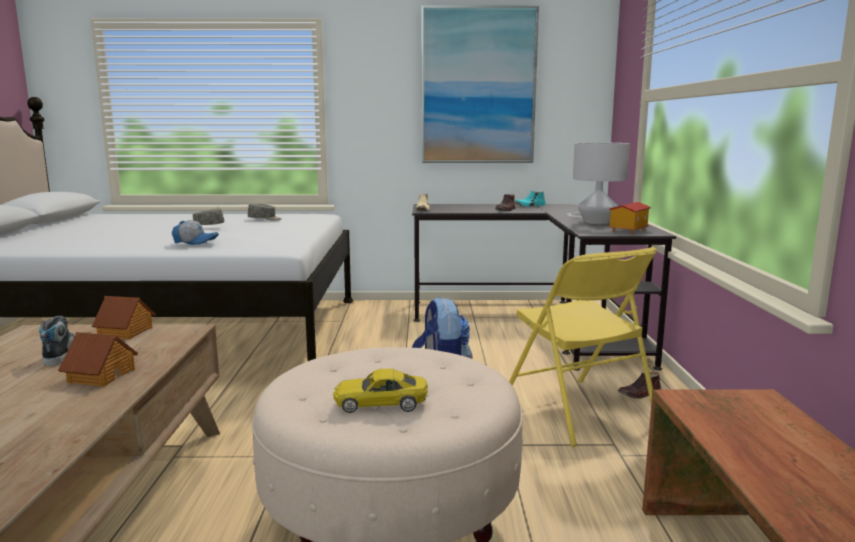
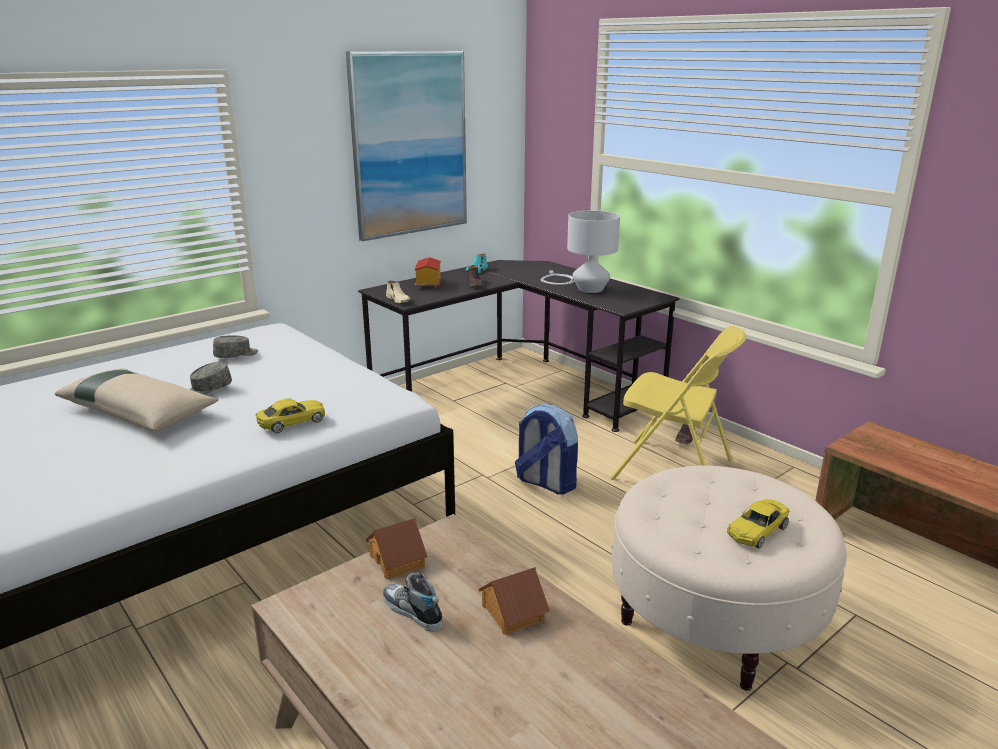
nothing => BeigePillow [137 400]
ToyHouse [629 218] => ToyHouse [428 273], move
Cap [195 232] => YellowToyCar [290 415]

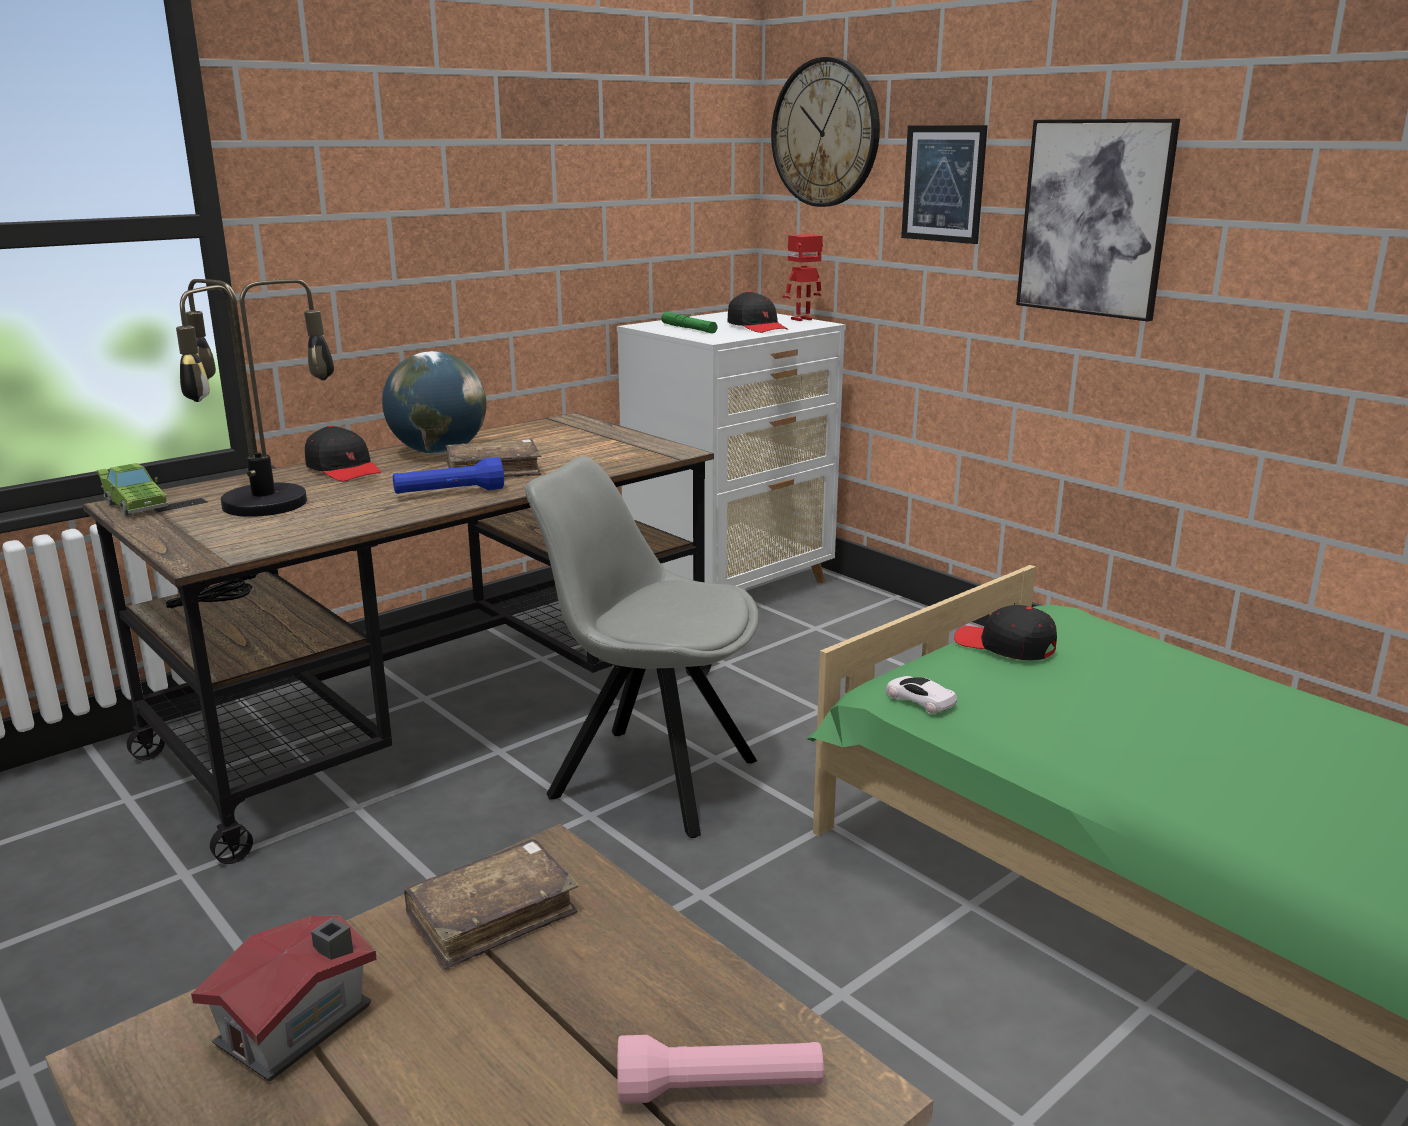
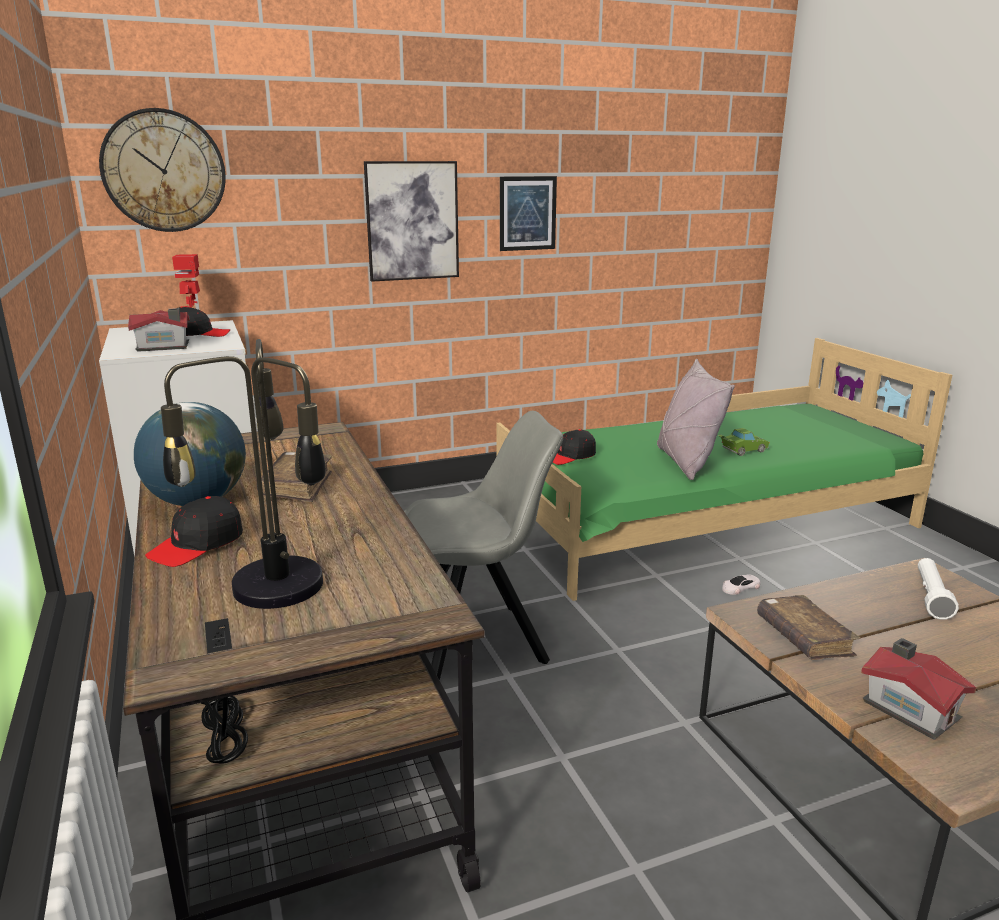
BlueFlashlight [448 475] => nothing
nothing => PurplePillow [696 419]
GreenToyCar [132 489] => GreenToyCar [744 442], move
WhiteToyCar [921 695] => WhiteToyCar [741 584], move
Picture [944 184] => Picture [528 213], move
GreenFlashlight [689 323] => ToyHouse [159 330]
PinkFlashlight [720 1069] => WhiteFlashlight [938 589]
BlackCap [343 453] => BlackCap [194 531], 150 degrees clockwise
GreyChair [642 647] => GreyChair [483 545], 150 degrees counterclockwise

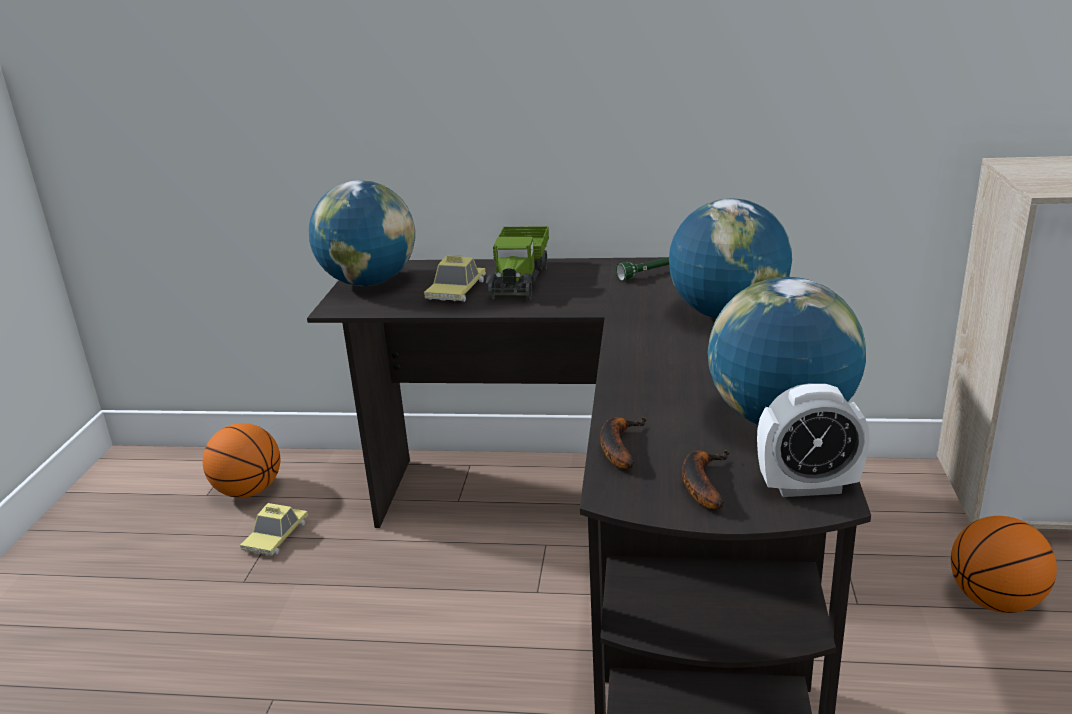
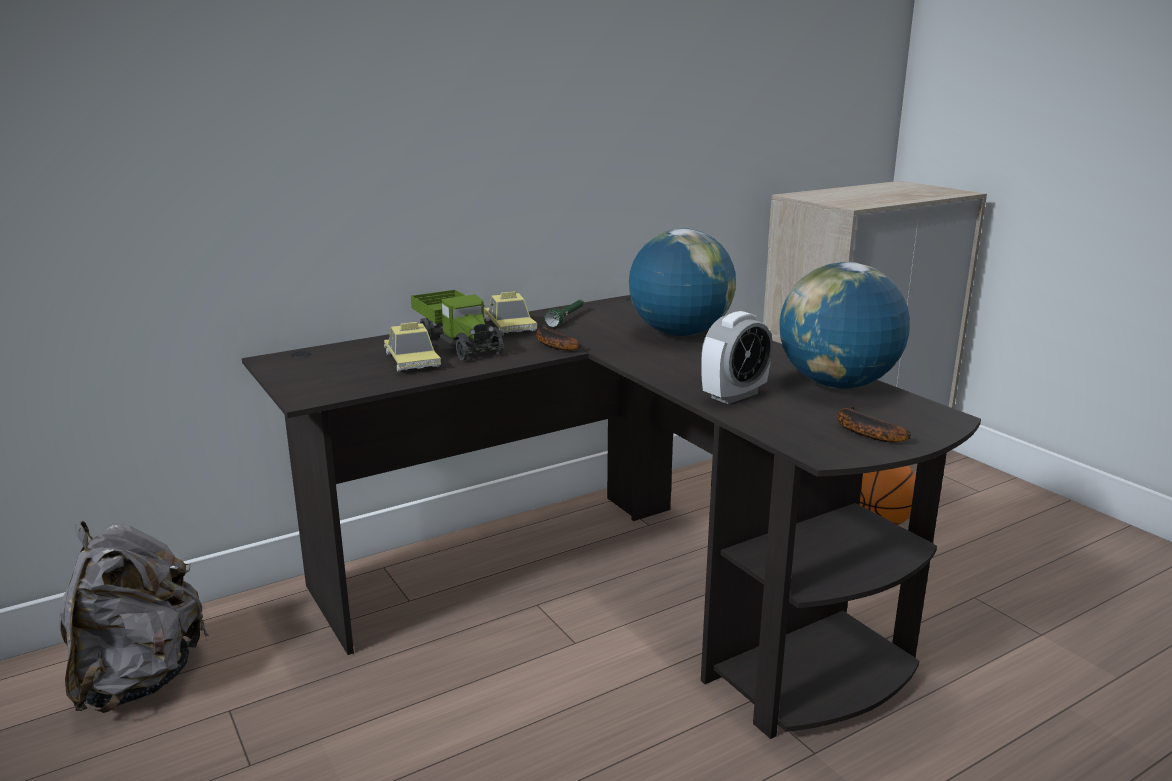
Globe [362 233] => nothing
ToyCar [274 529] => ToyCar [510 312], move
Banana [623 443] => Banana [558 339], move
AlarmClock [813 440] => AlarmClock [737 357], move
Basketball [241 460] => GreyBackpack [134 617]

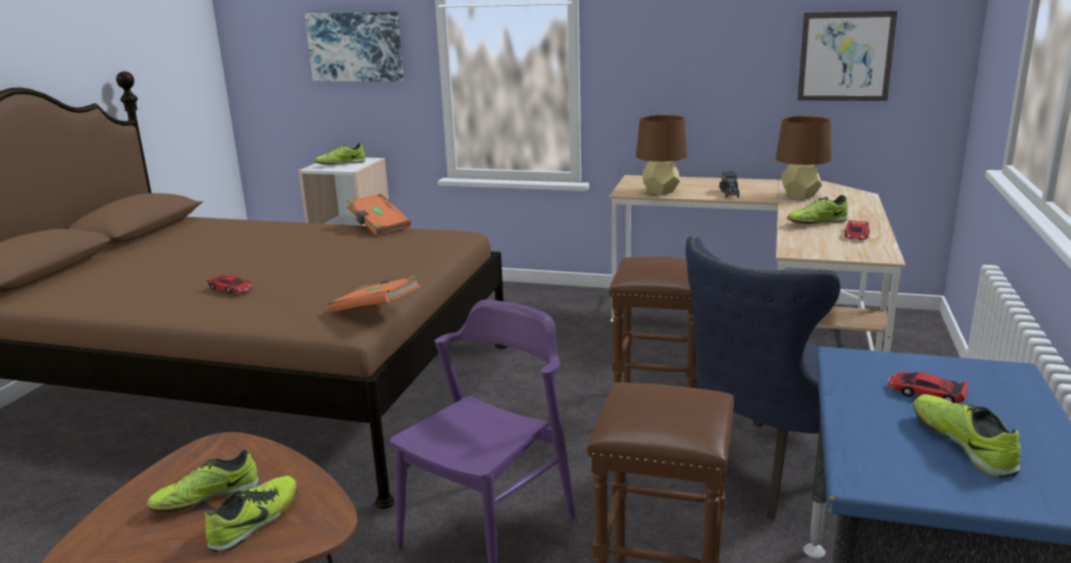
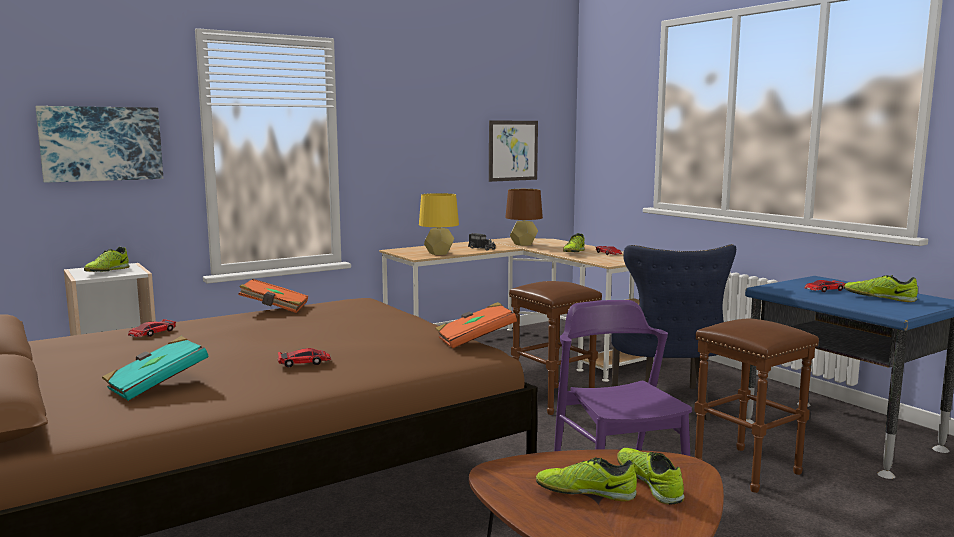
nothing => TurquoiseBook [155 368]
nothing => ToyCar [152 328]
BrownTableLamp [661 155] => YellowTableLamp [439 224]
Shoe [203 481] => Shoe [586 479], 90 degrees clockwise

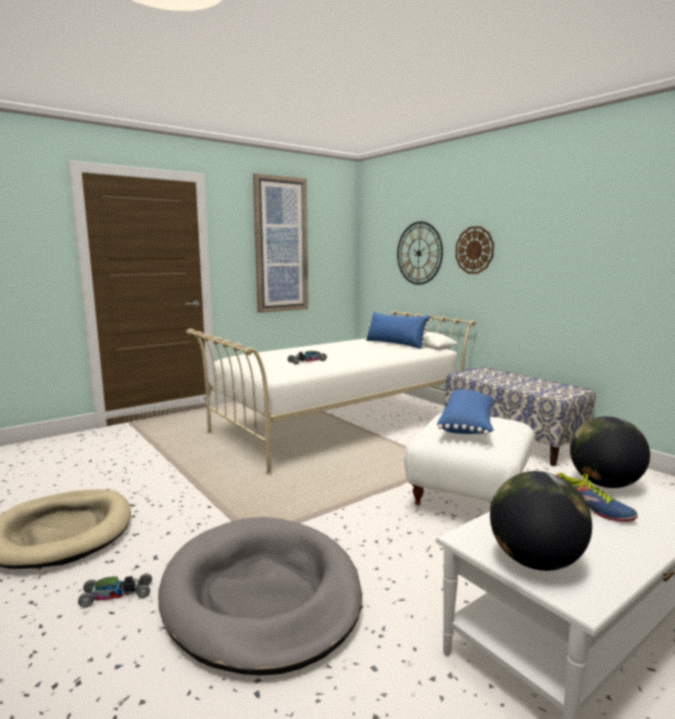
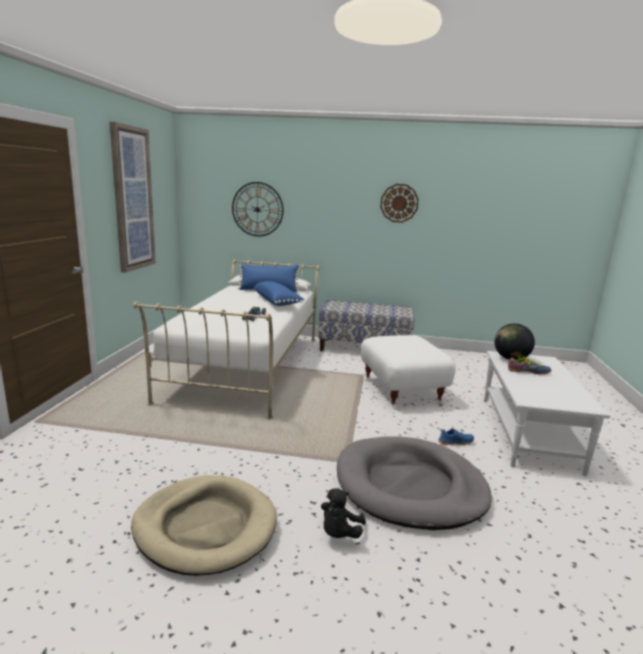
Globe [541 521] => nothing
nothing => BlueShoe [456 437]
BluePillow [466 412] => BluePillow [279 293], move
WallClock [474 250] => WallClock [399 203], move
ToyCar [115 590] => BlackPlushToy [343 513]

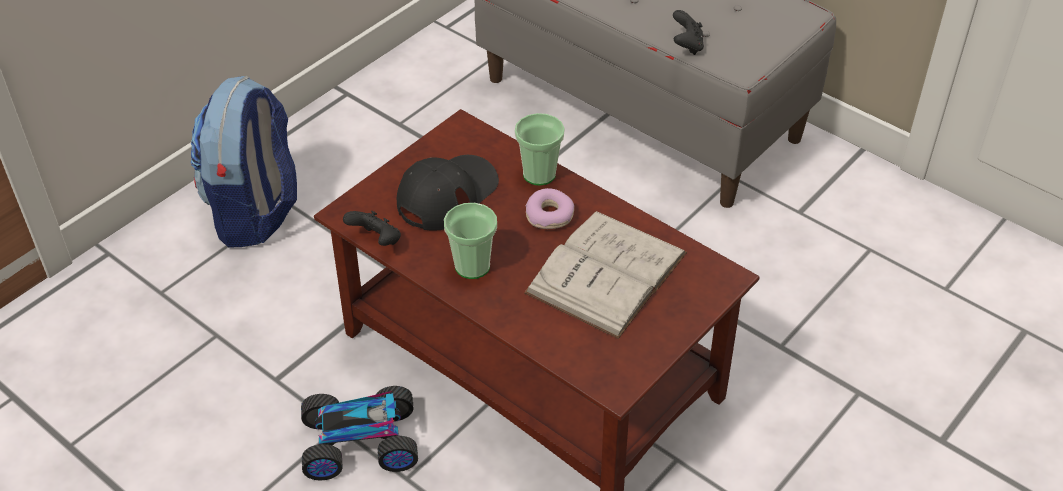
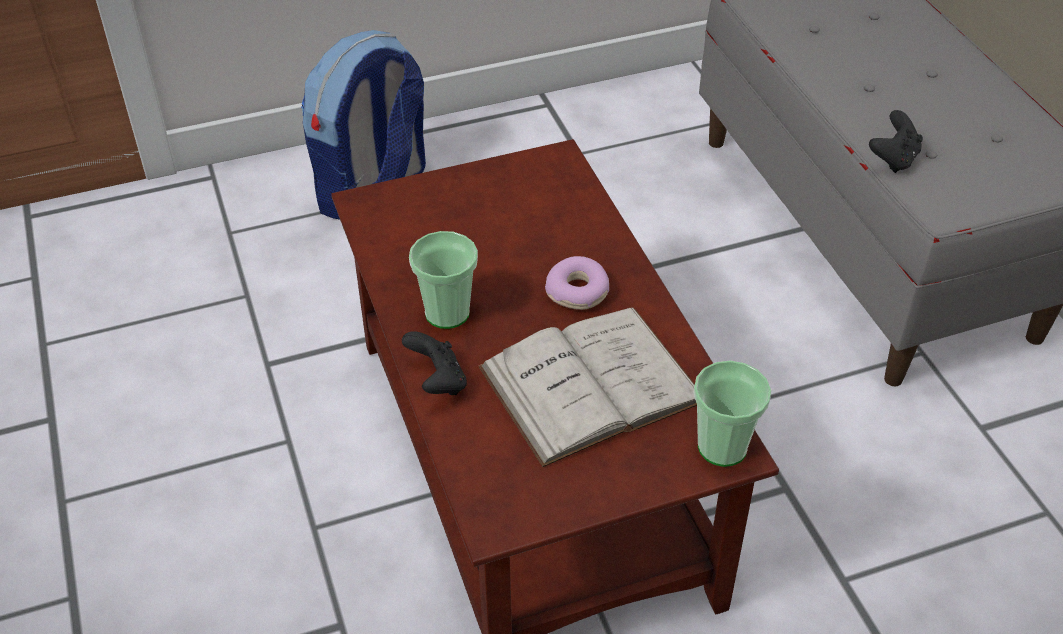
ToyCar [359 433] => nothing
BlackCap [448 192] => nothing
BlackGameController [372 228] => BlackGameController [434 363], move
Cup [540 149] => Cup [732 413], move

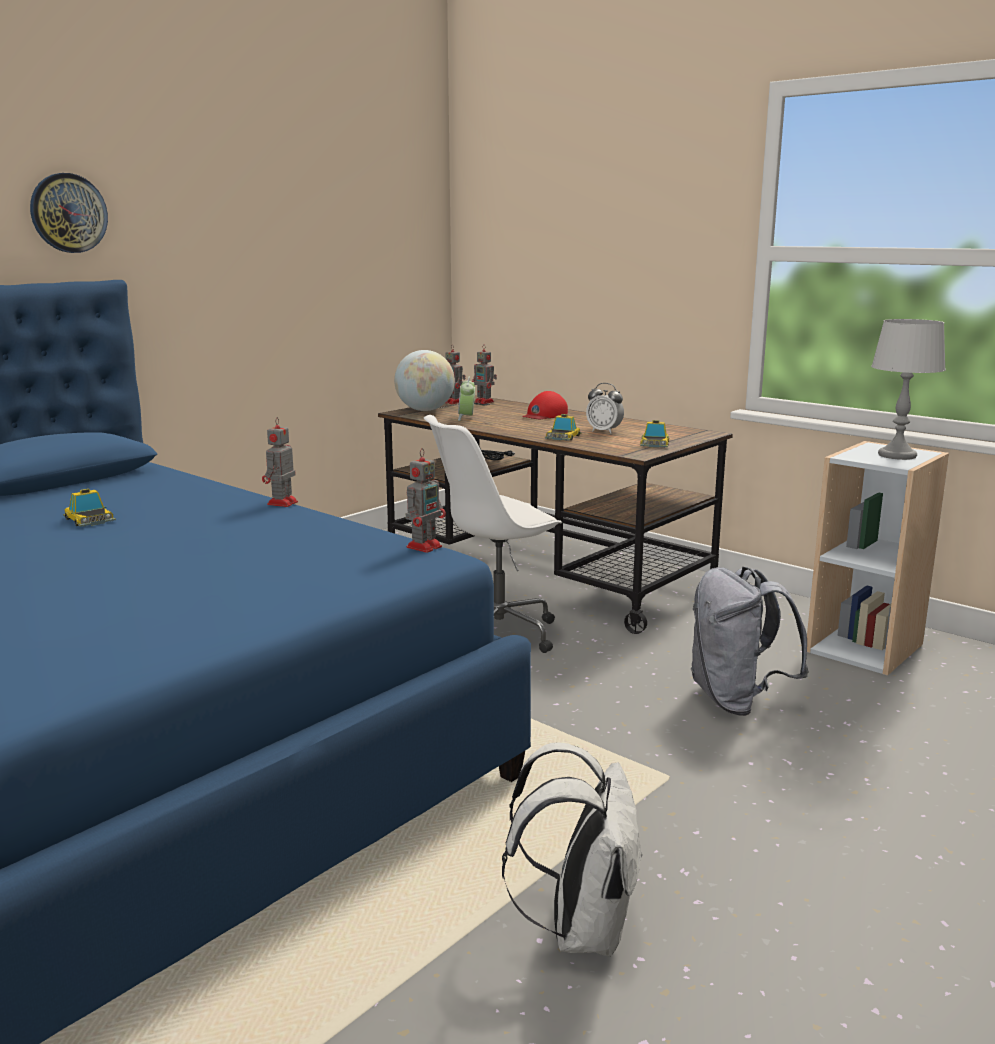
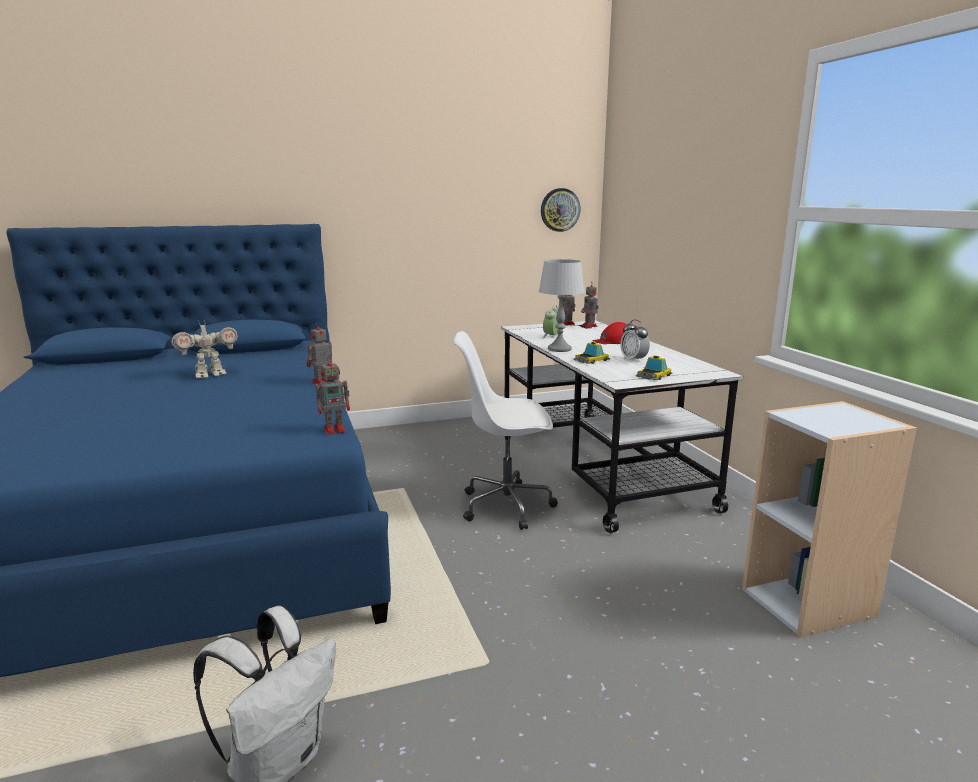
Globe [424 380] => nothing
GreyBackpack [749 641] => nothing
WallClock [69 213] => WallClock [561 210], move
GreyTableLamp [908 389] => GreyTableLamp [561 305], move
ToyCar [89 508] => ToyRobot [204 348]
BrownDesk [555 514] => WhiteDesk [622 426]

